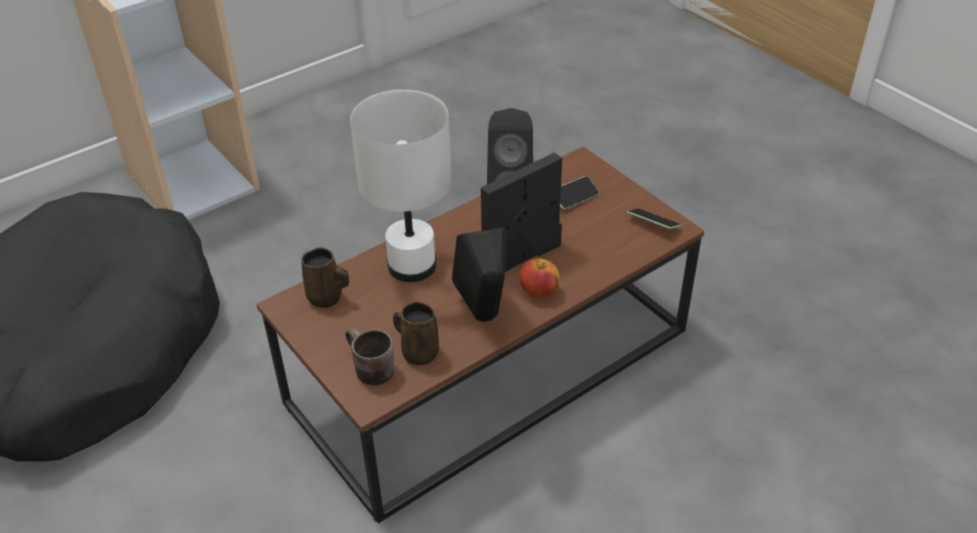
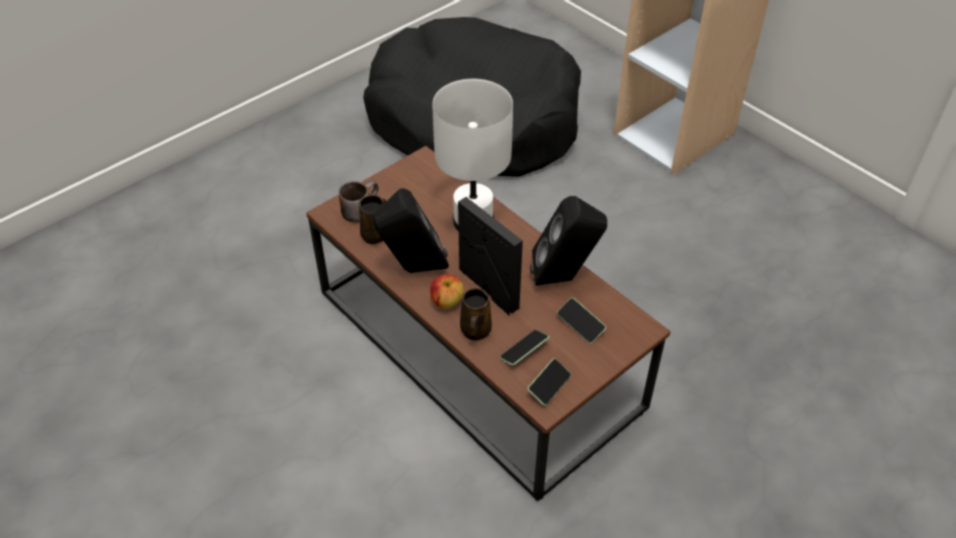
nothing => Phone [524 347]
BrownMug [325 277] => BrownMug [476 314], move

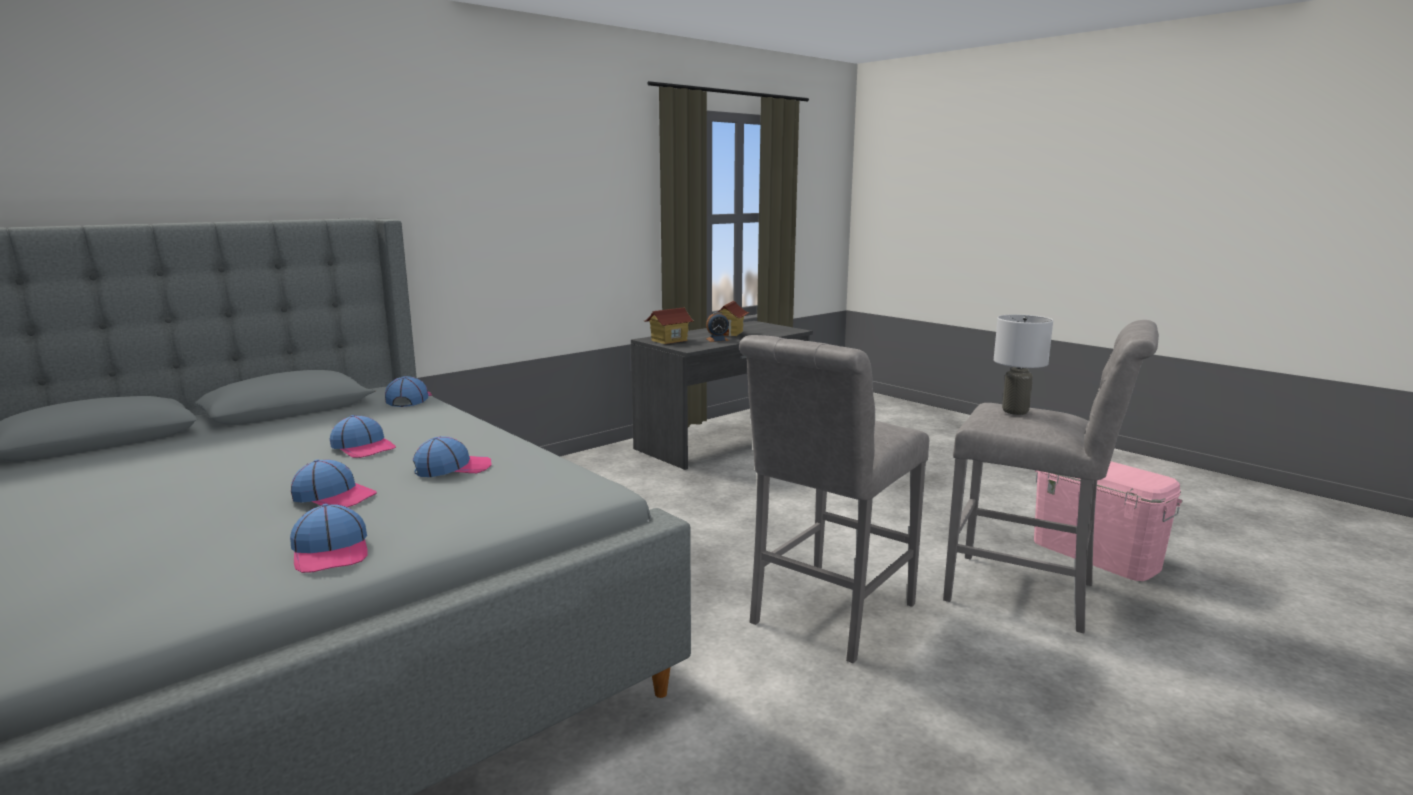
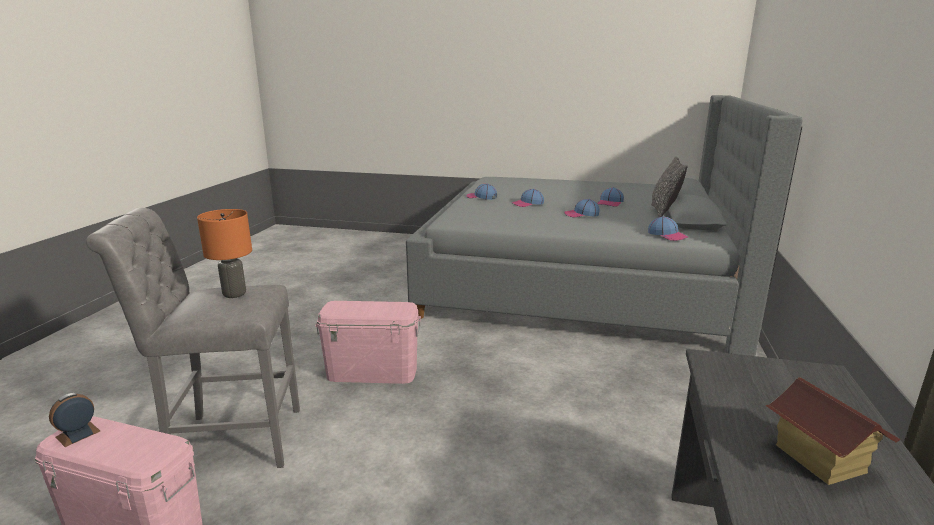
ToyHouse [669 326] => nothing
nothing => Pillow [669 186]
Cap [452 456] => Cap [610 197], move
AlarmClock [717 327] => AlarmClock [74 420], move
GreyStool [834 499] => PinkStorageBox [368 342]
WhiteTableLamp [1023 364] => OrangeTableLamp [224 253]

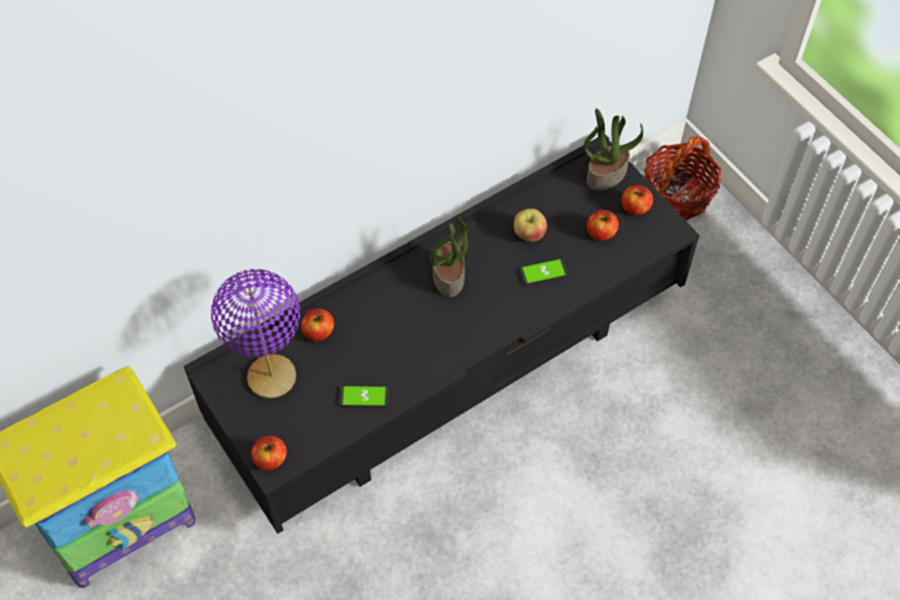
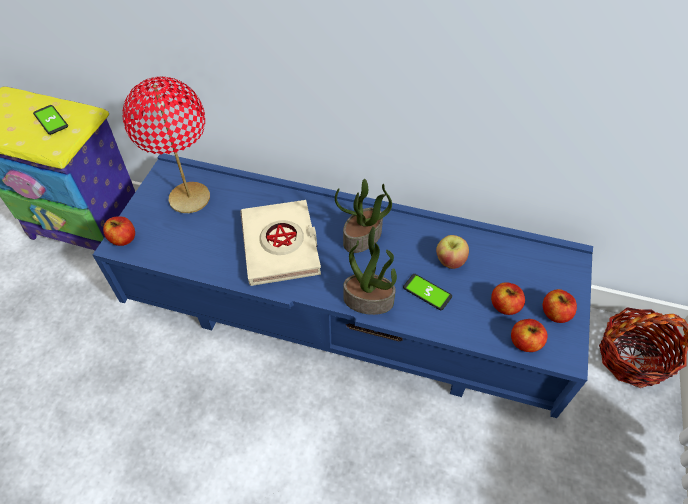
nothing => BeigeBook [280 243]
Apple [317 325] => Apple [529 335], move
Phone [364 396] => Phone [50 120], move
PottedPlant [613 149] => PottedPlant [370 270], move
BlackTvStand [441 334] => BlueTvStand [343 285]
PurpleTableLamp [255 333] => RedTableLamp [166 144]

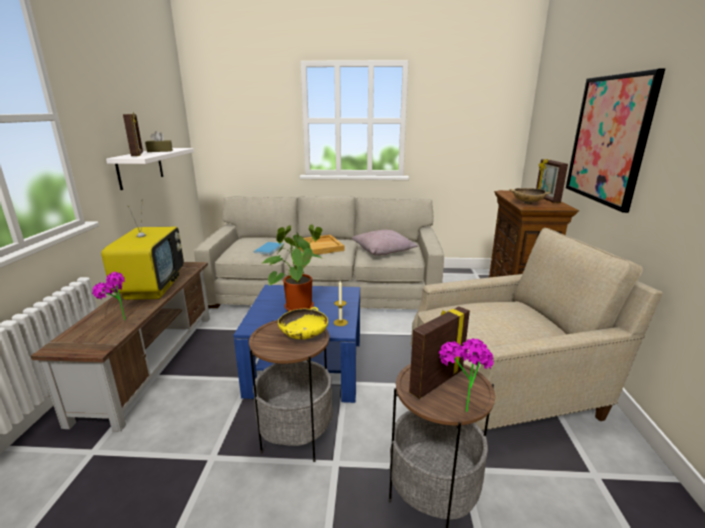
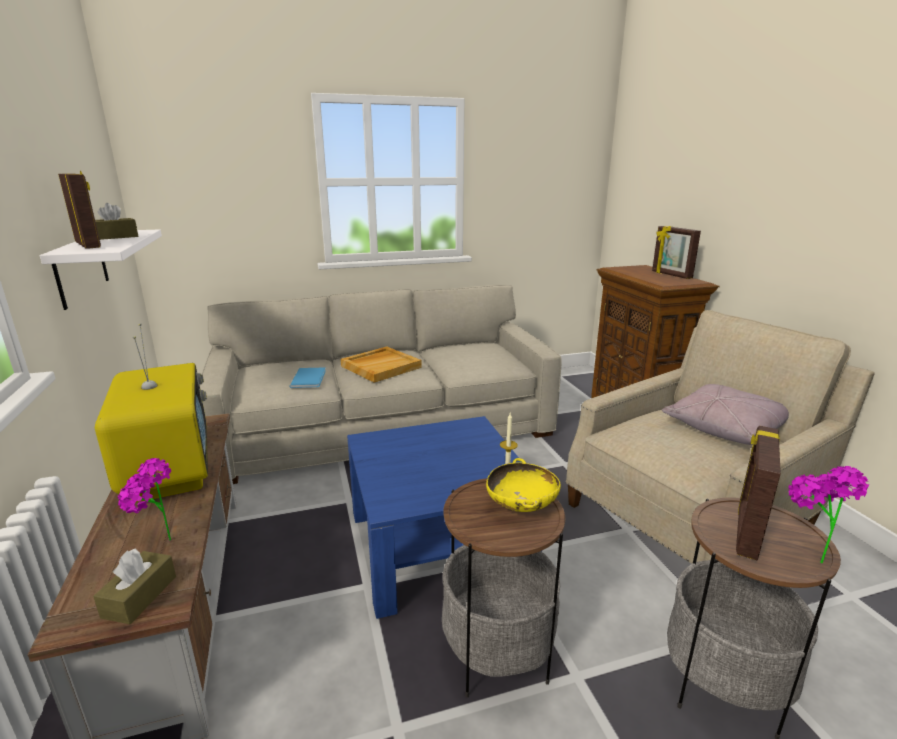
PottedPlant [293 268] => nothing
BeigeBowl [530 196] => nothing
Picture [615 141] => nothing
nothing => BrownTissueBox [134 586]
PurplePillow [385 243] => PurplePillow [725 414], move

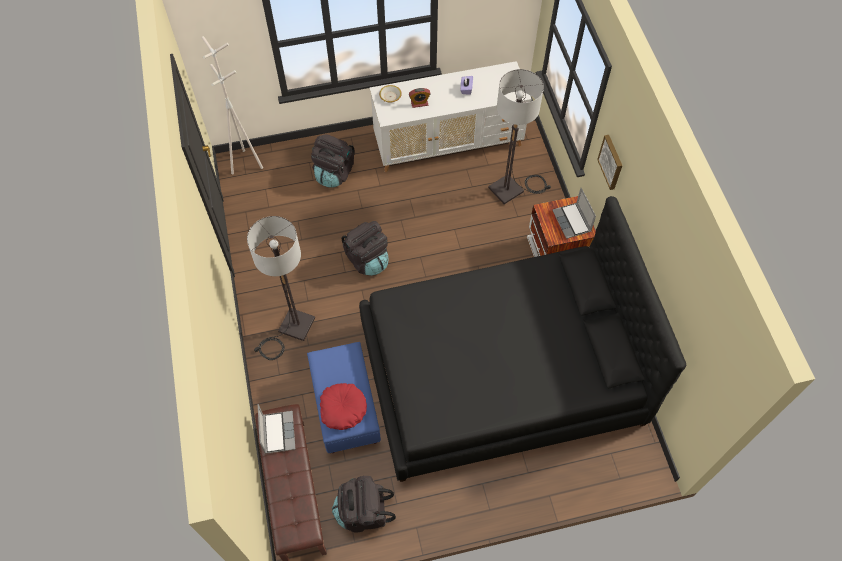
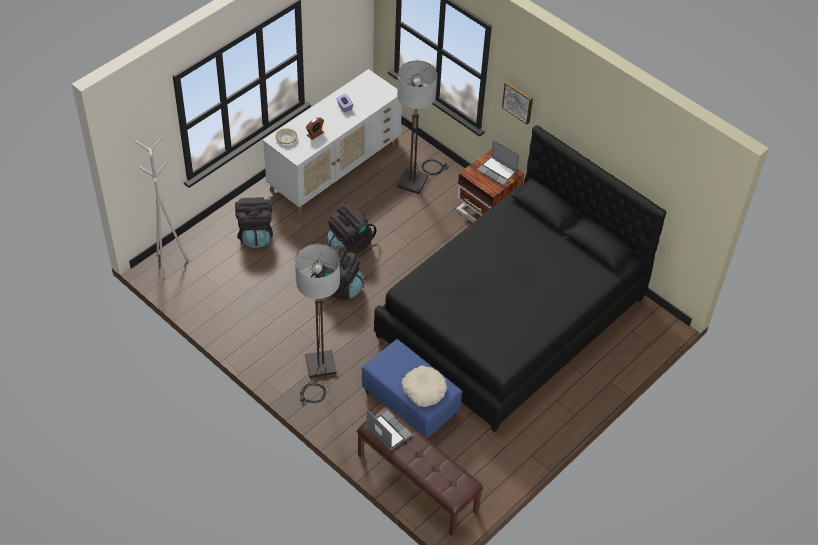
BlackBackpack [364 504] => BlackBackpack [351 229], move
RedPillow [343 406] => BeigePillow [424 386]

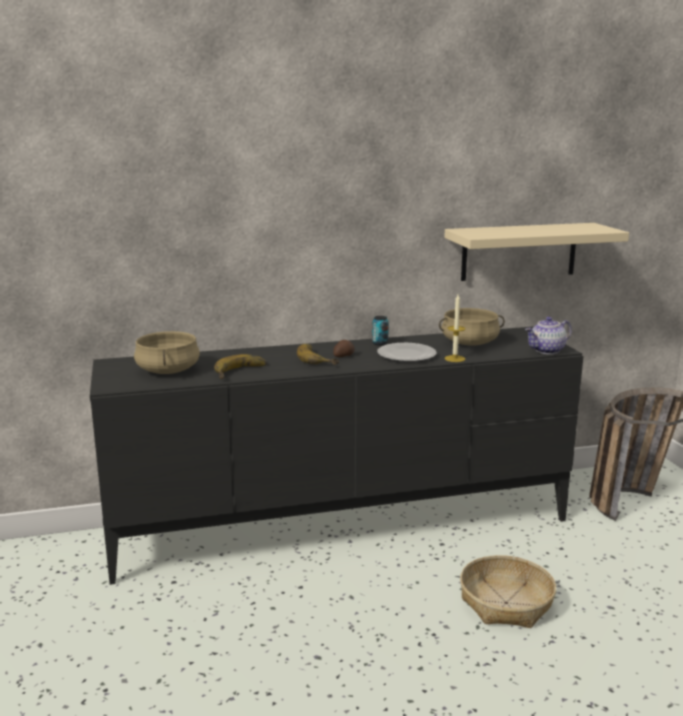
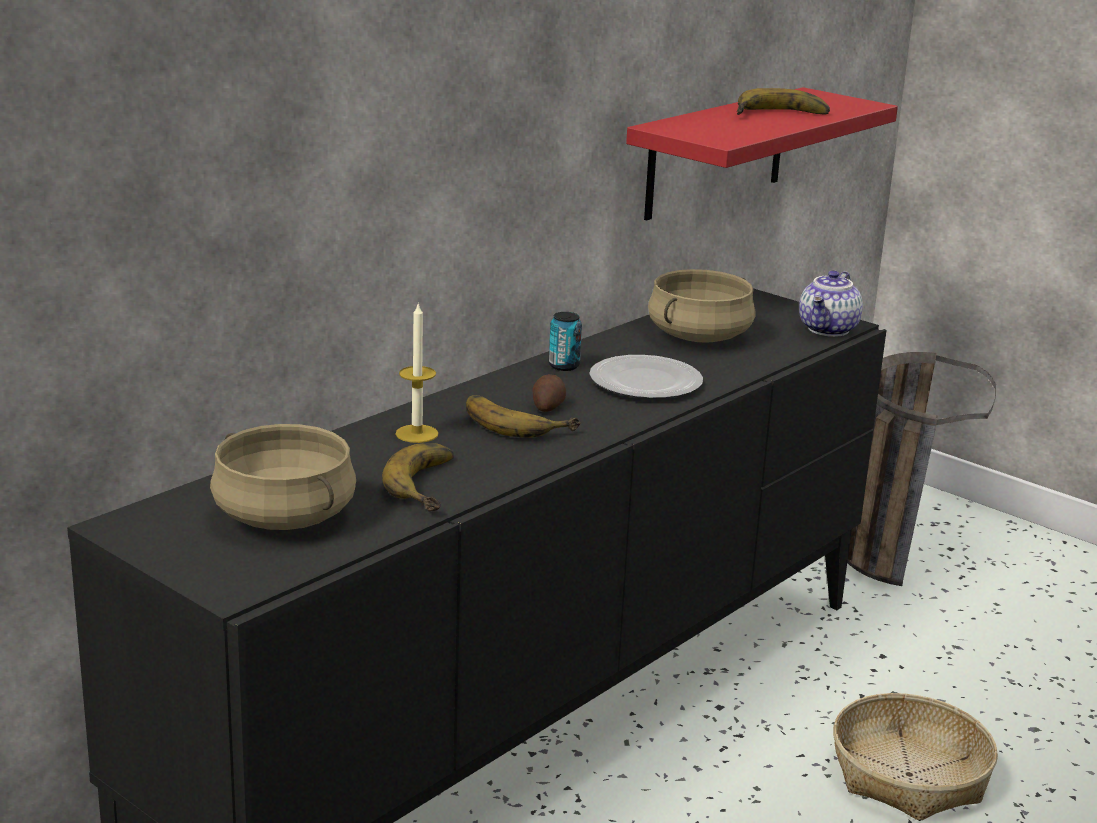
nothing => Banana [783 101]
Candle [455 328] => Candle [417 373], move
BeigeShelf [536 252] => RedShelf [762 153]

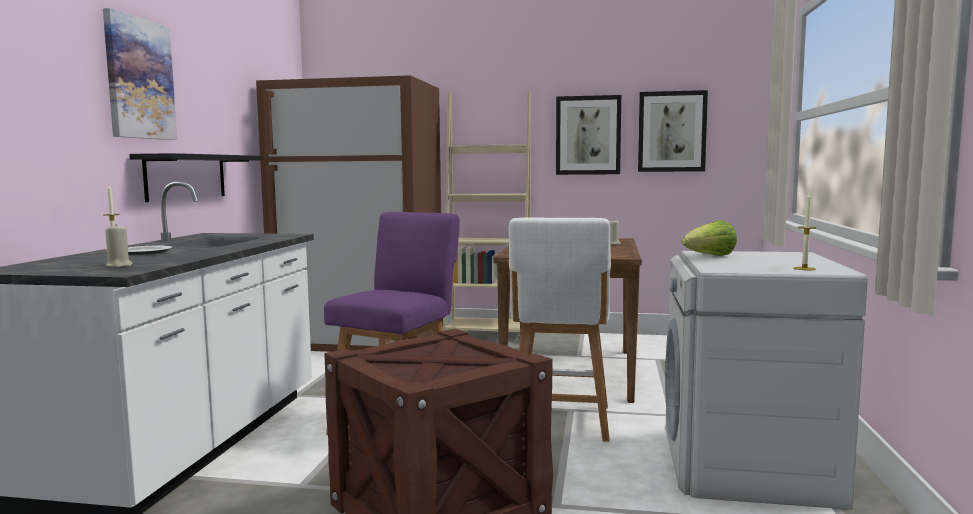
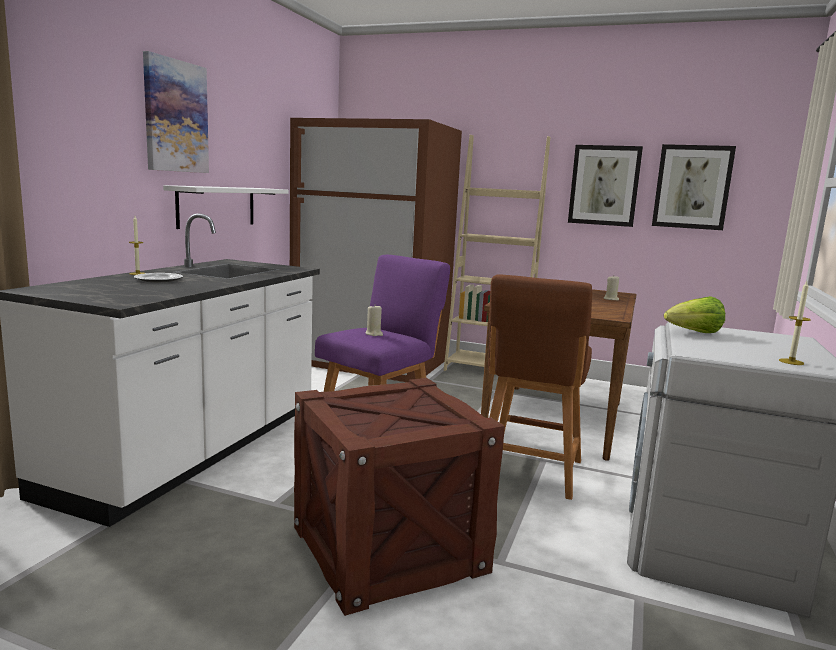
BeigeCandle [119 245] => BeigeCandle [374 321], move
BlackShelf [196 177] => WhiteShelf [225 207]
WhiteStool [560 329] => BrownStool [540 387]

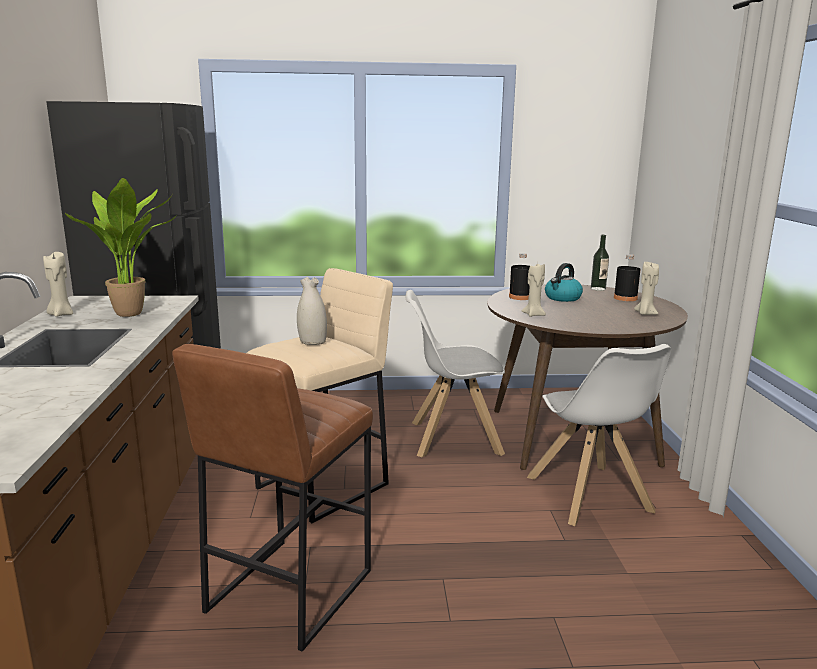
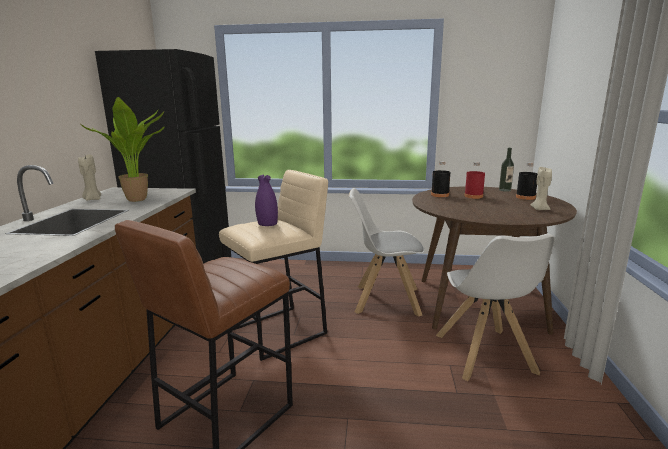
BeigeCandle [534 290] => nothing
Kettle [564 282] => RedBottle [474 180]
WhiteVase [312 311] => PurpleVase [266 200]

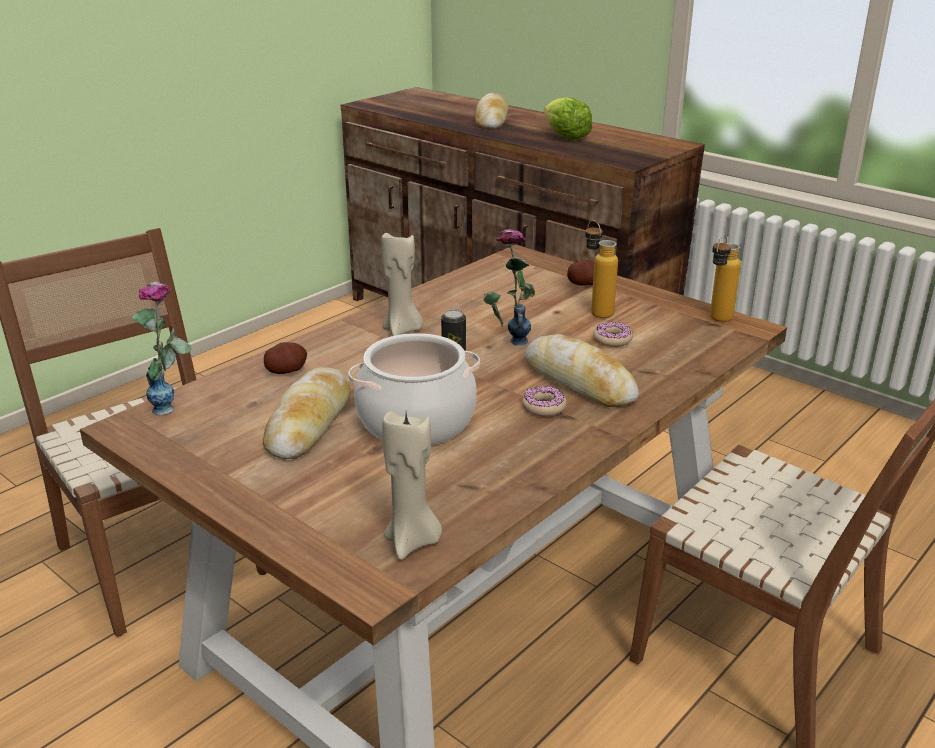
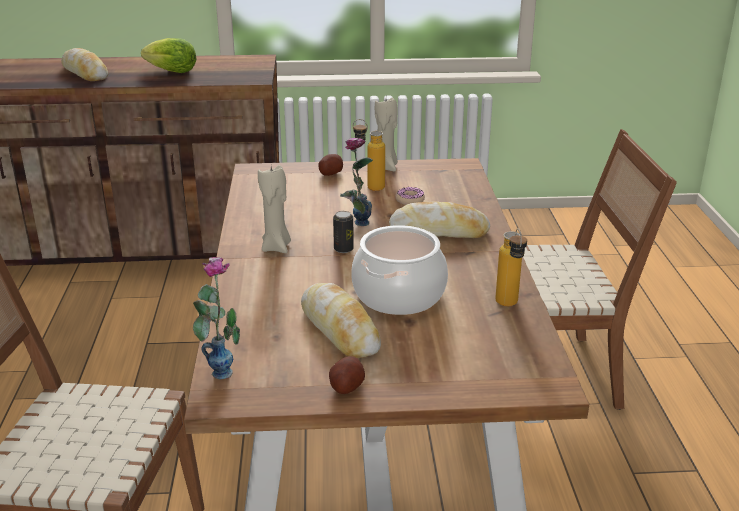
Donut [544 401] => nothing
Potato [285 358] => Potato [347 375], move
BeigeCandle [412 485] => BeigeCandle [386 134], move
Bottle [725 278] => Bottle [511 267], move

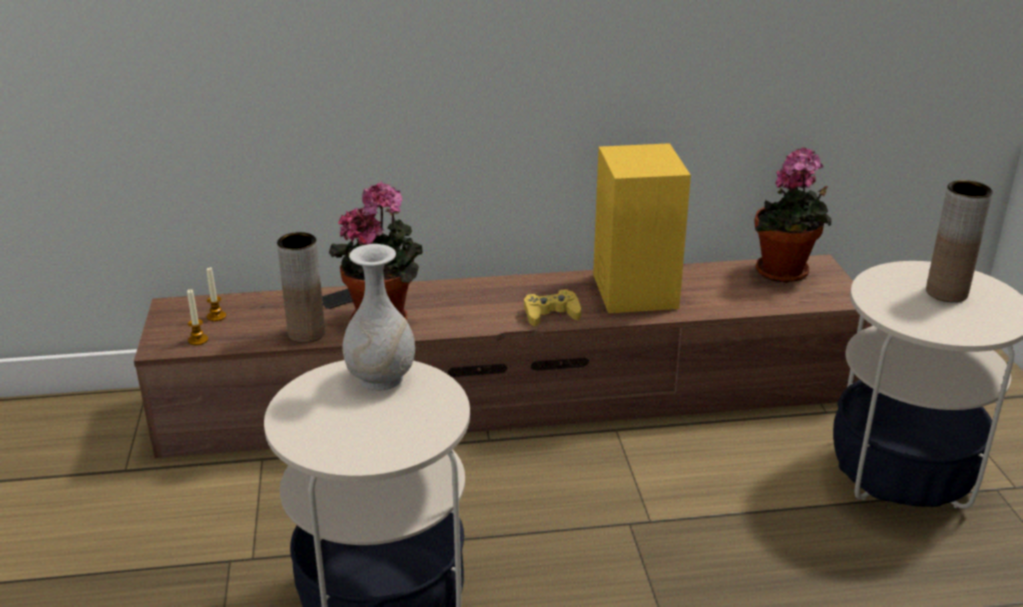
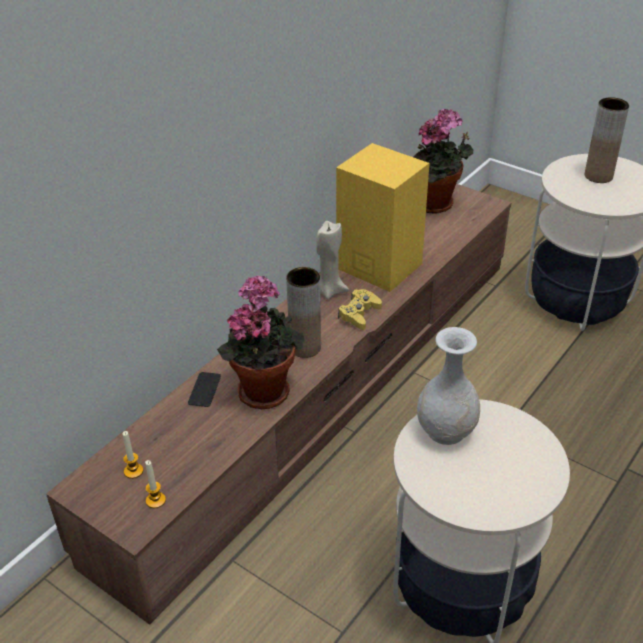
nothing => BeigeCandle [332 260]
BrownVase [301 287] => BrownVase [303 312], move

